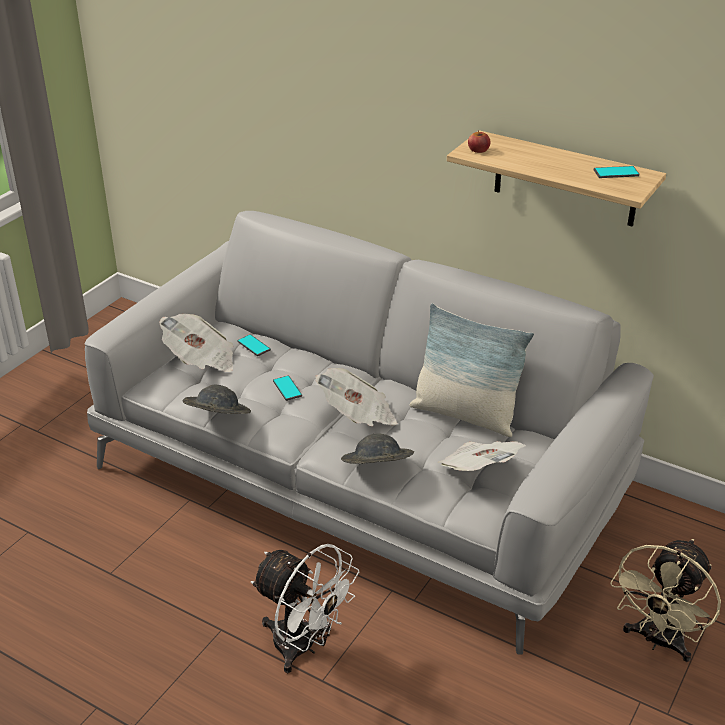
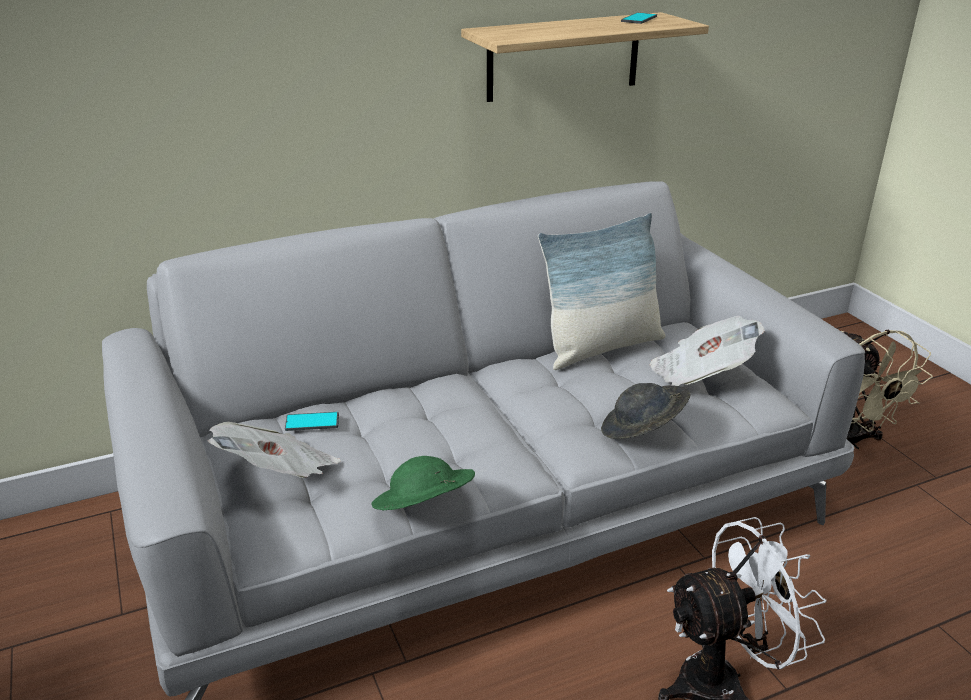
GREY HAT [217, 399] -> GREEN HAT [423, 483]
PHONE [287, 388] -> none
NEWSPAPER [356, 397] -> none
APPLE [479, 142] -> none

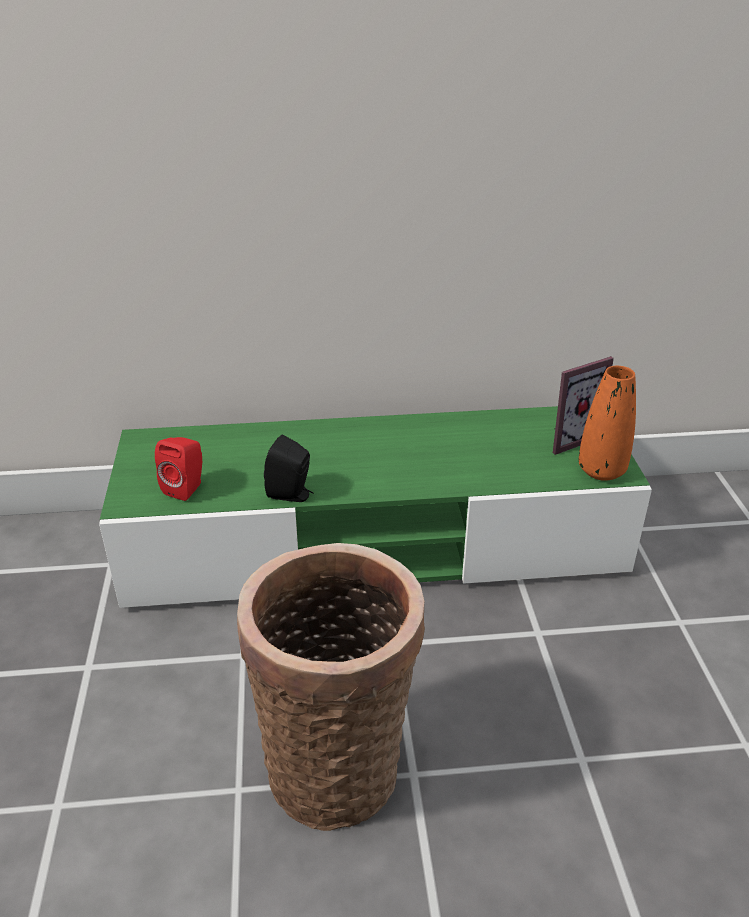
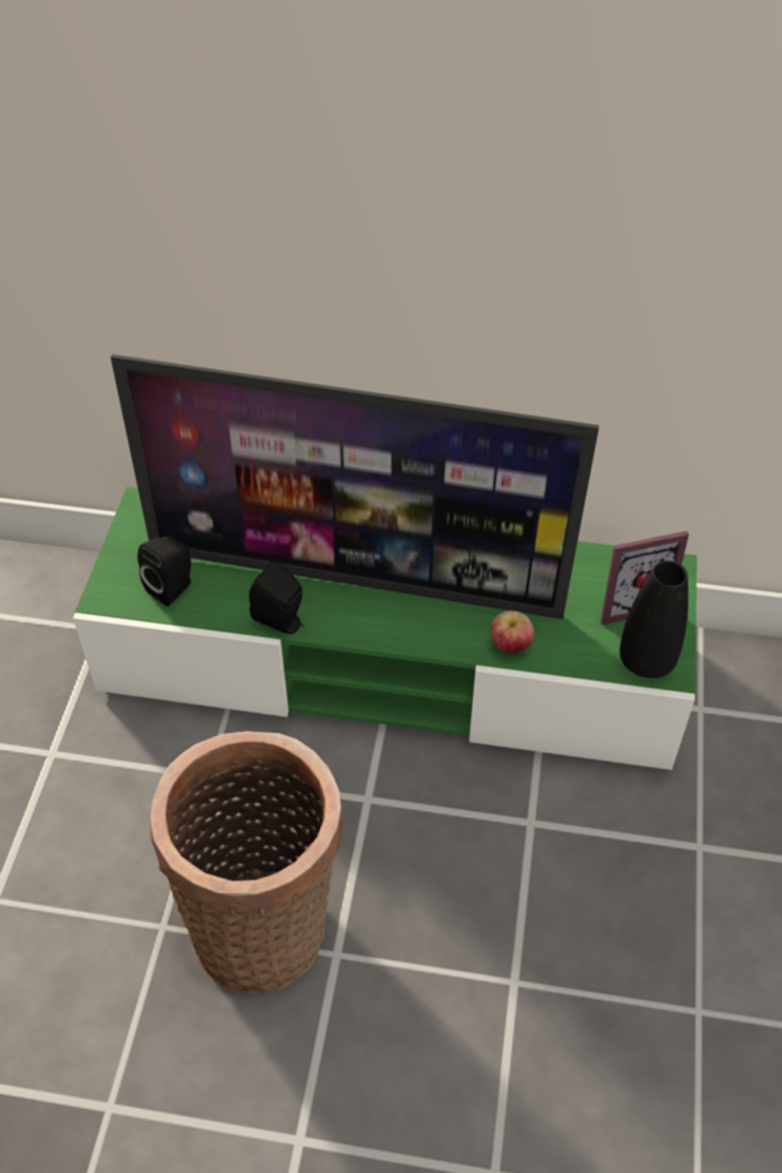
RED SPEAKER [178, 469] -> BLACK SPEAKER [164, 571]
ORANGE VASE [607, 423] -> BLACK VASE [653, 619]
none -> TELEVISION [355, 486]
none -> APPLE [512, 632]

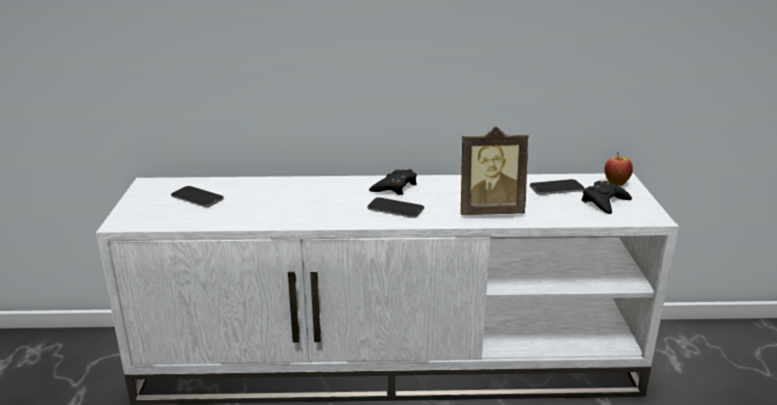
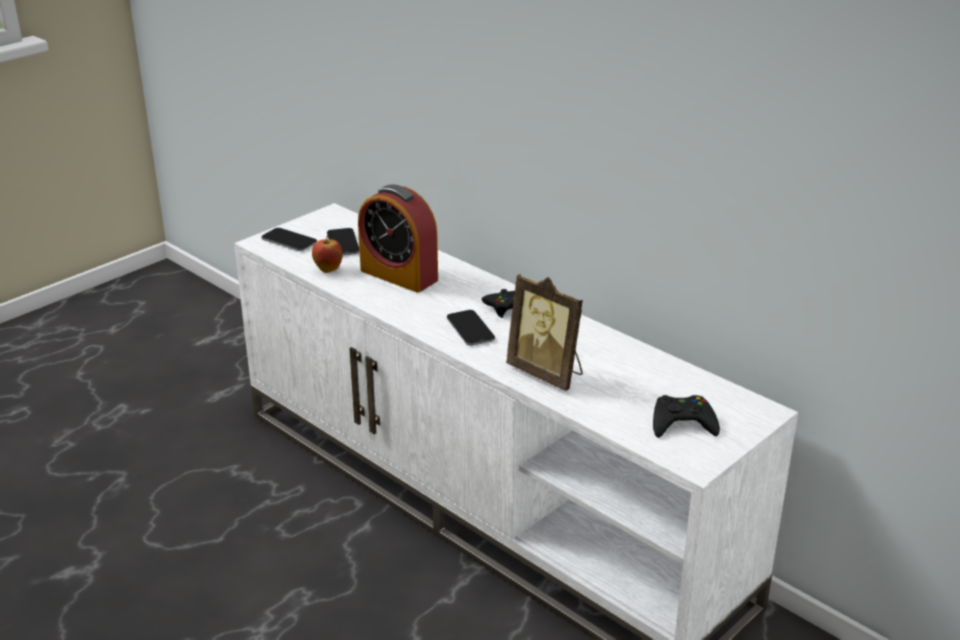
PHONE [557, 187] -> PHONE [289, 239], moved
APPLE [619, 169] -> APPLE [327, 253], moved
none -> ALARM CLOCK [398, 239]

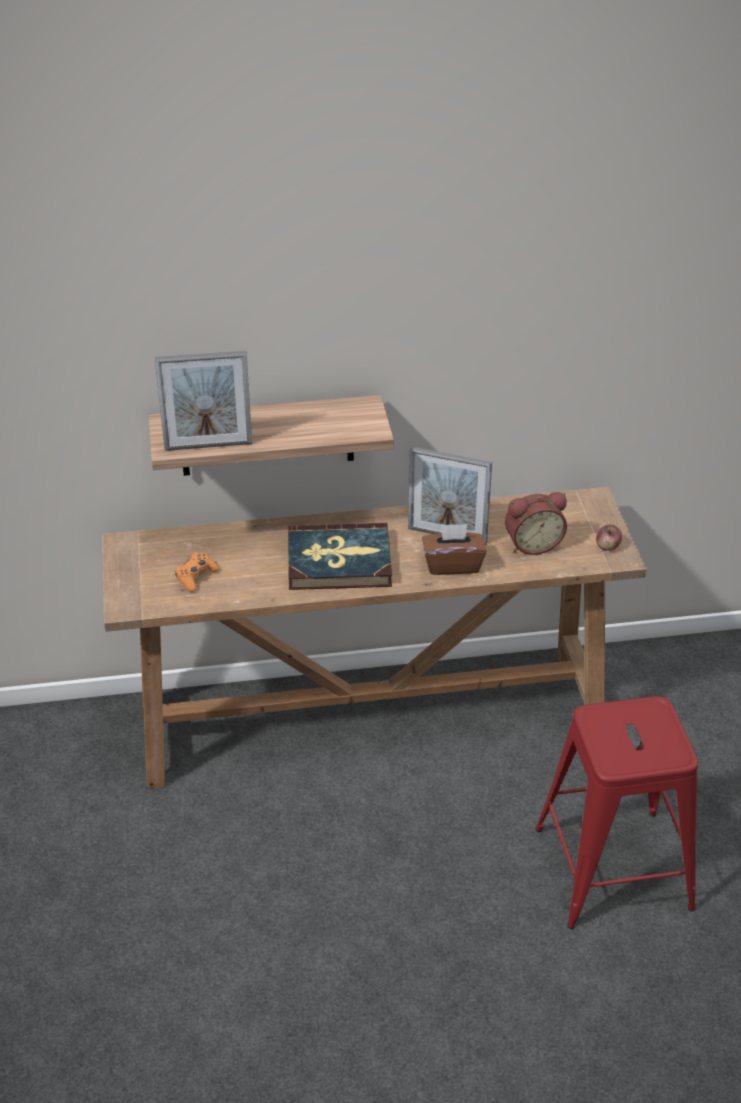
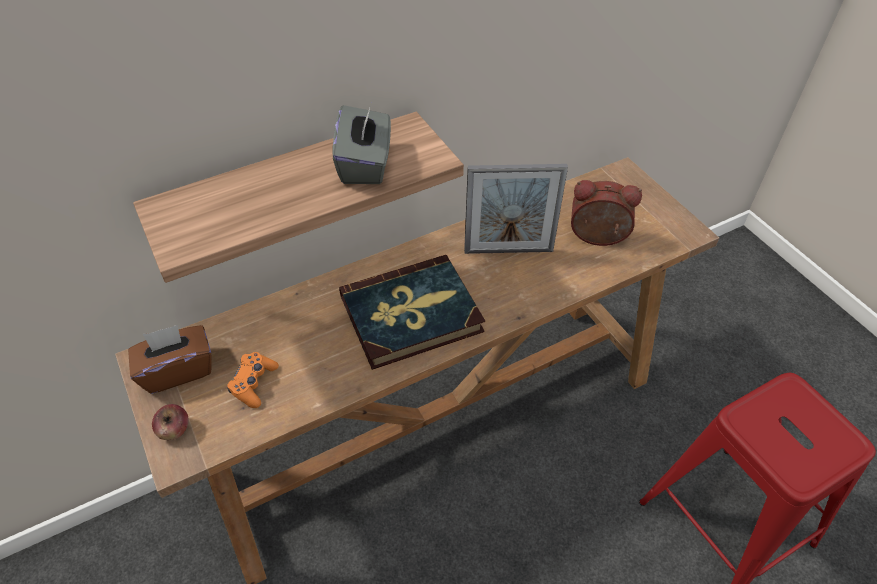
PICTURE FRAME [203, 401] -> none
BROWN TISSUE BOX [454, 549] -> BROWN TISSUE BOX [170, 359], moved
ALARM CLOCK [536, 523] -> ALARM CLOCK [606, 213], 135 degrees counterclockwise
APPLE [609, 538] -> APPLE [170, 422], moved
none -> GREY TISSUE BOX [362, 144]

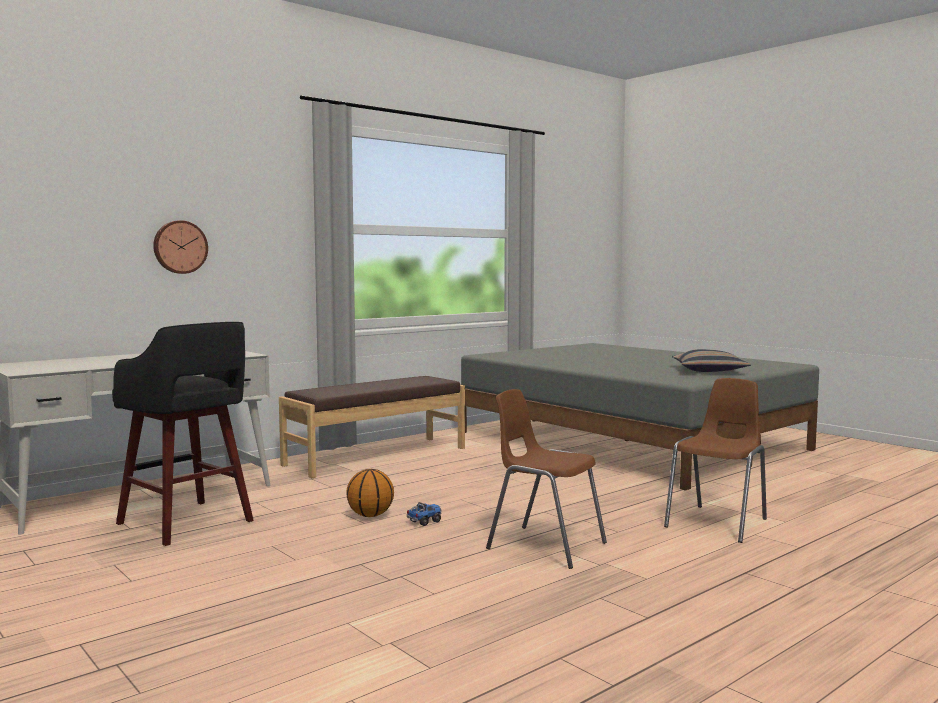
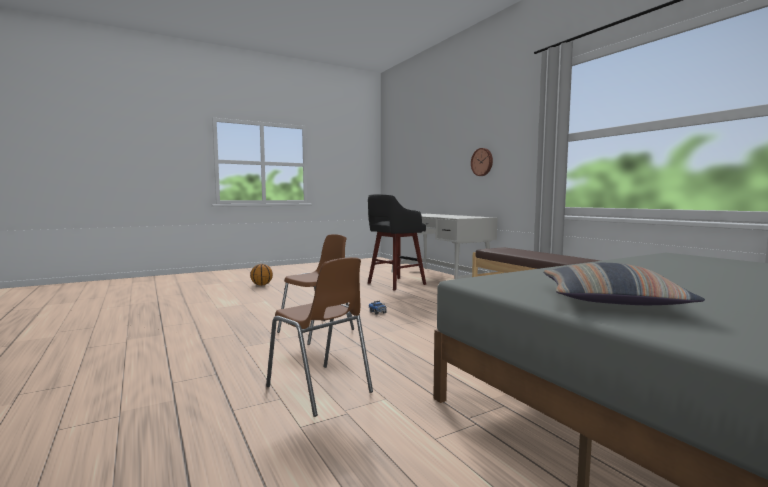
BASKETBALL [370, 493] -> BASKETBALL [261, 275], moved

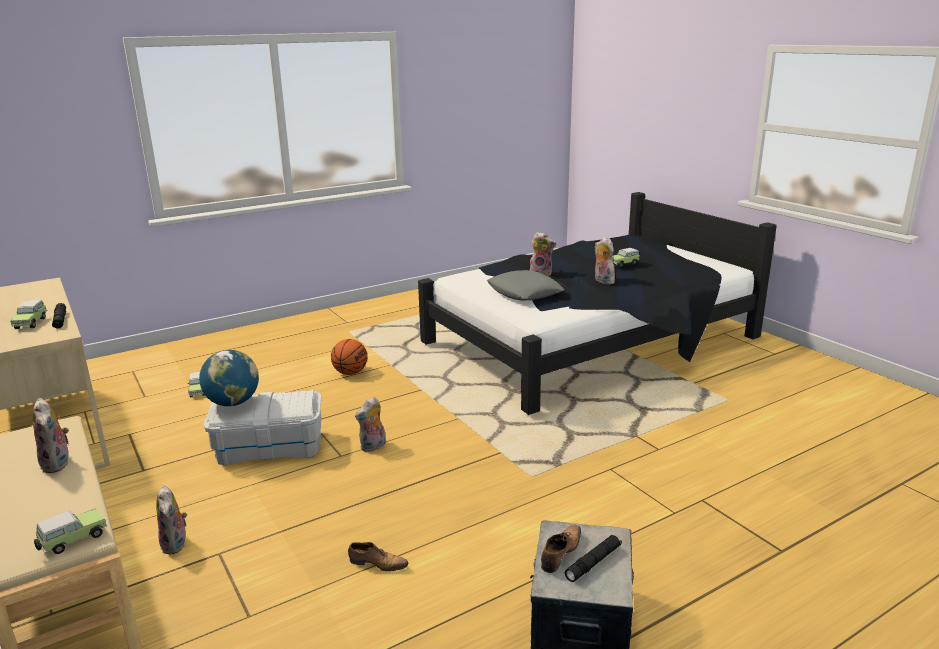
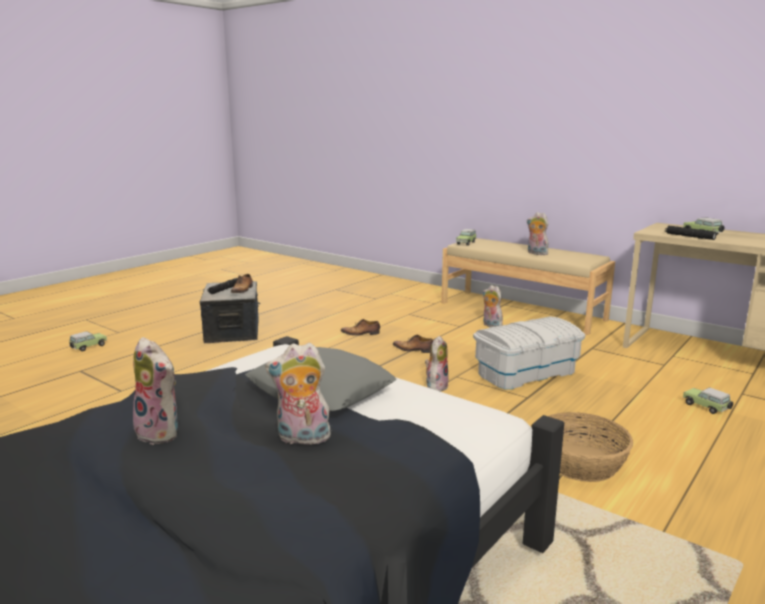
GLOBE [229, 378] -> none
BASKETBALL [349, 357] -> BASKET [590, 447]
TOY CAR [626, 257] -> TOY CAR [88, 341], moved
none -> SHOE [413, 343]

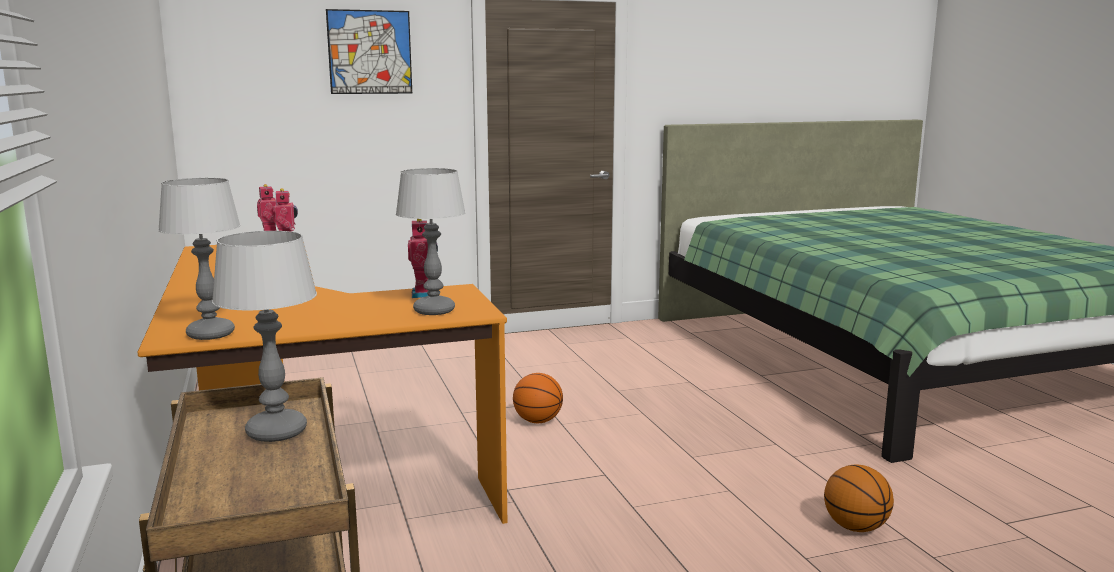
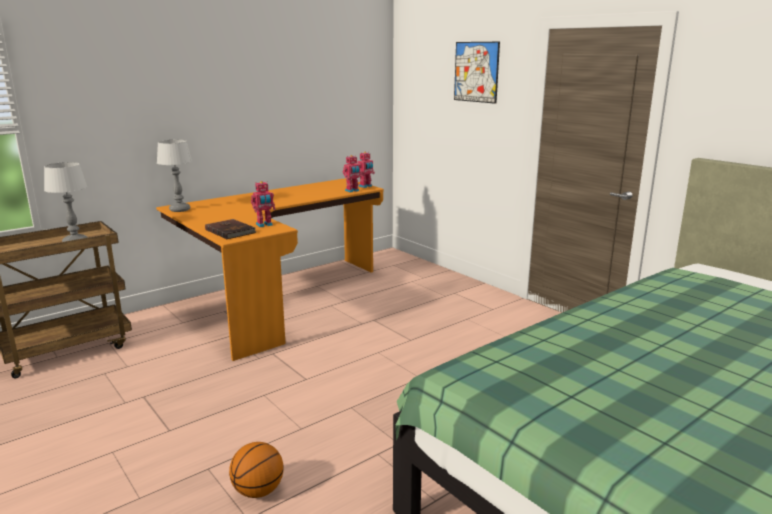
TABLE LAMP [431, 241] -> BROWN BOOK [230, 229]
BASKETBALL [538, 398] -> none

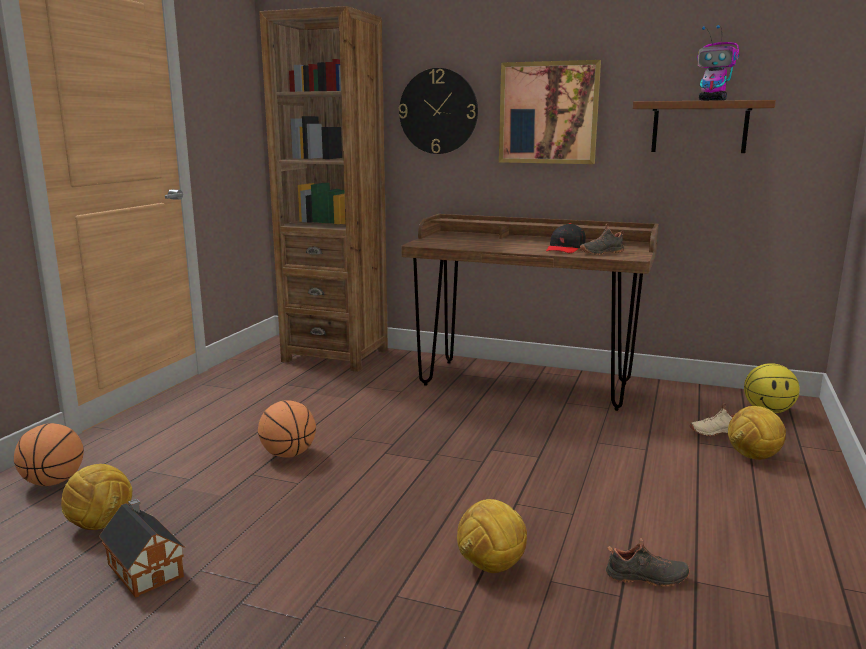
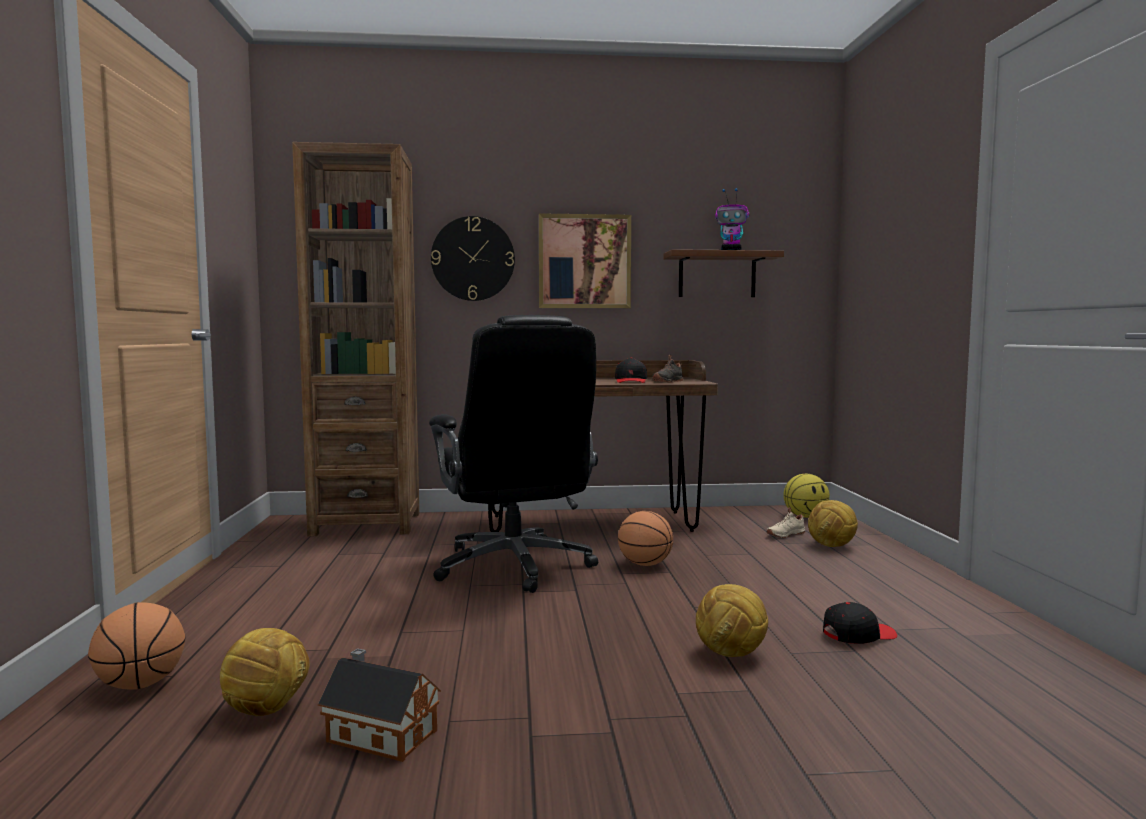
BASKETBALL [287, 428] -> BASKETBALL [645, 538], moved
BLACK SHOE [648, 562] -> BLACK CAP [860, 623]
none -> BLACK OFFICE CHAIR [513, 454]

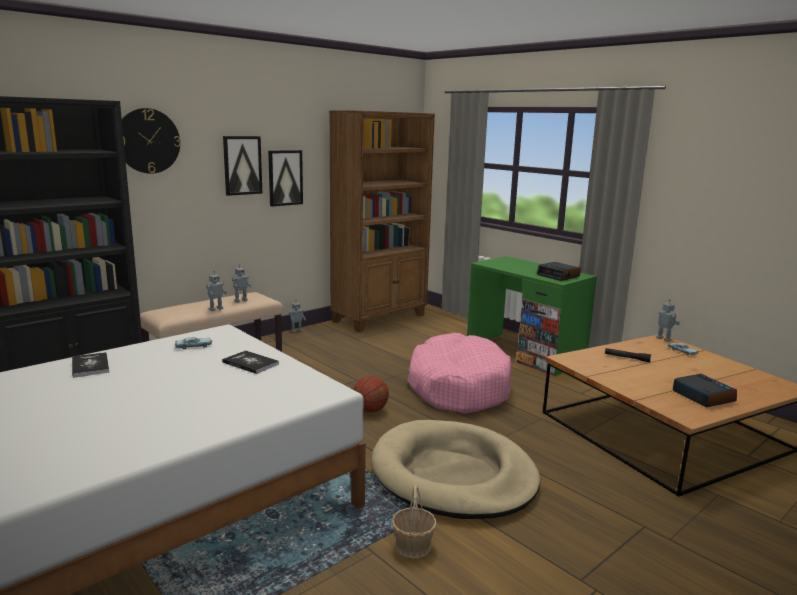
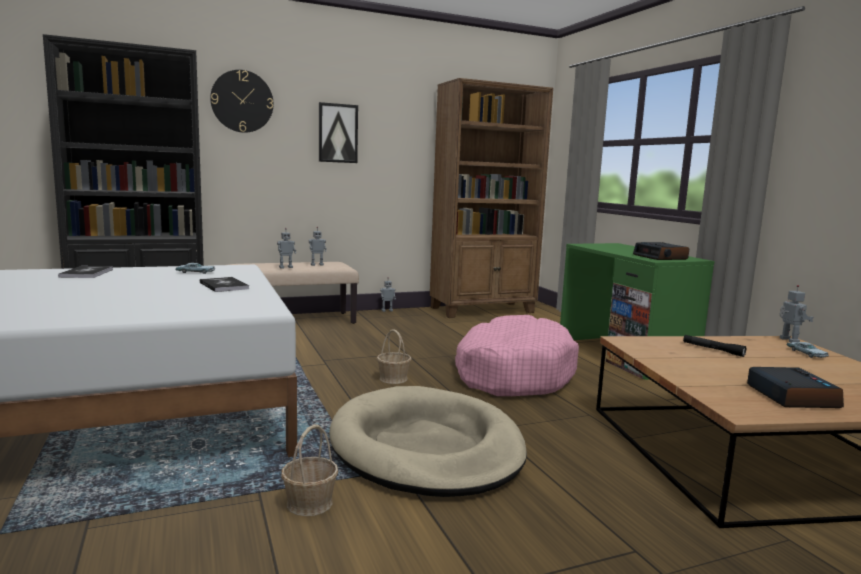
PICTURE [285, 178] -> none
BASKETBALL [371, 394] -> BASKET [394, 356]

